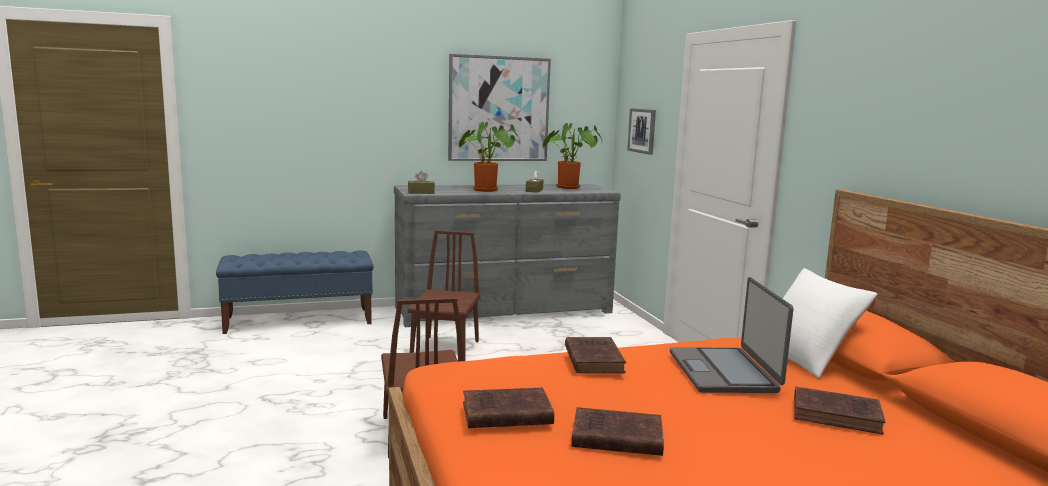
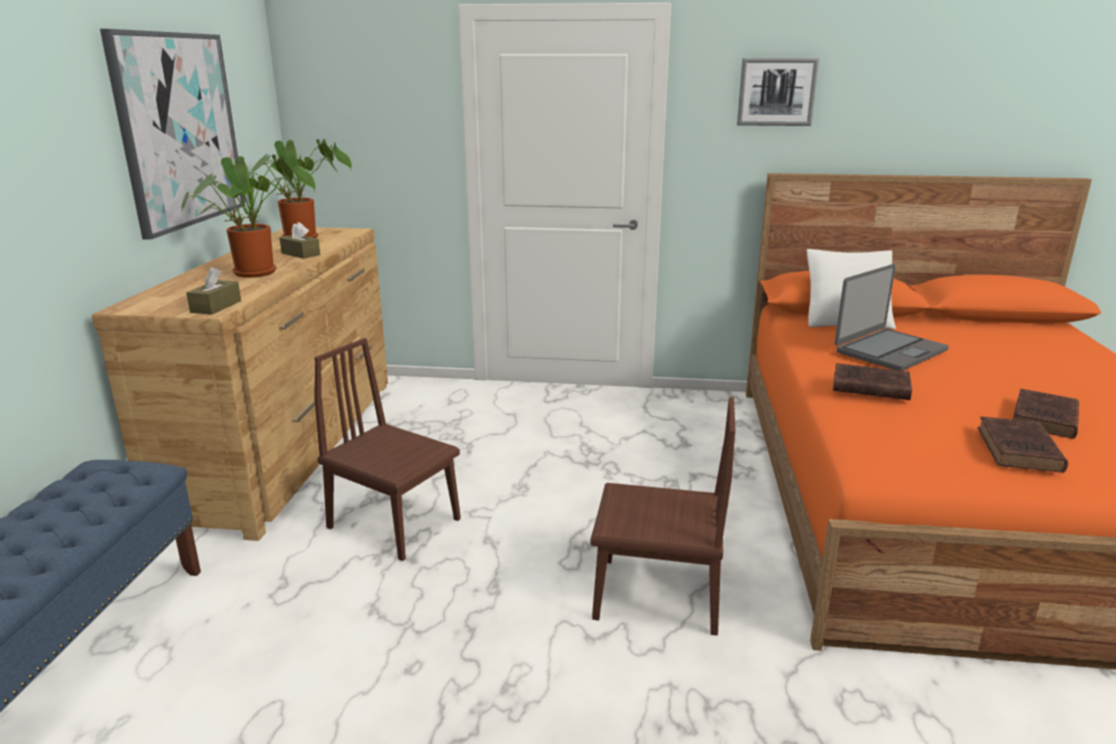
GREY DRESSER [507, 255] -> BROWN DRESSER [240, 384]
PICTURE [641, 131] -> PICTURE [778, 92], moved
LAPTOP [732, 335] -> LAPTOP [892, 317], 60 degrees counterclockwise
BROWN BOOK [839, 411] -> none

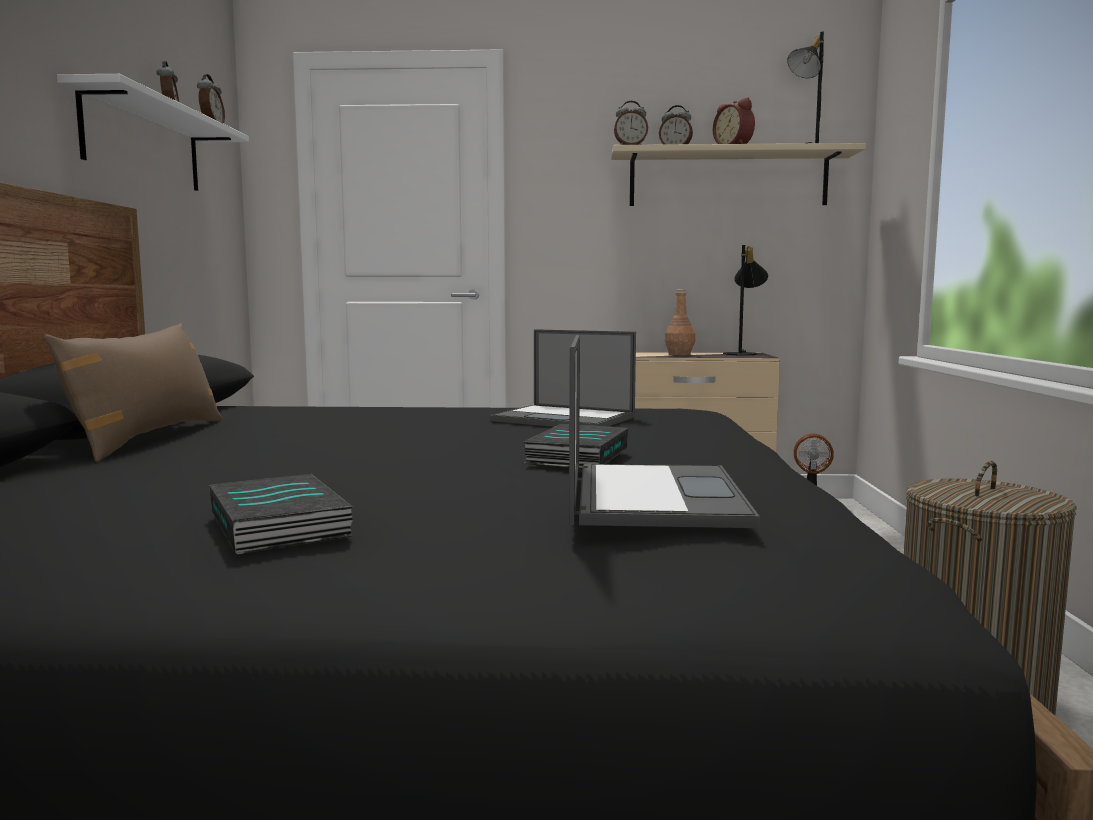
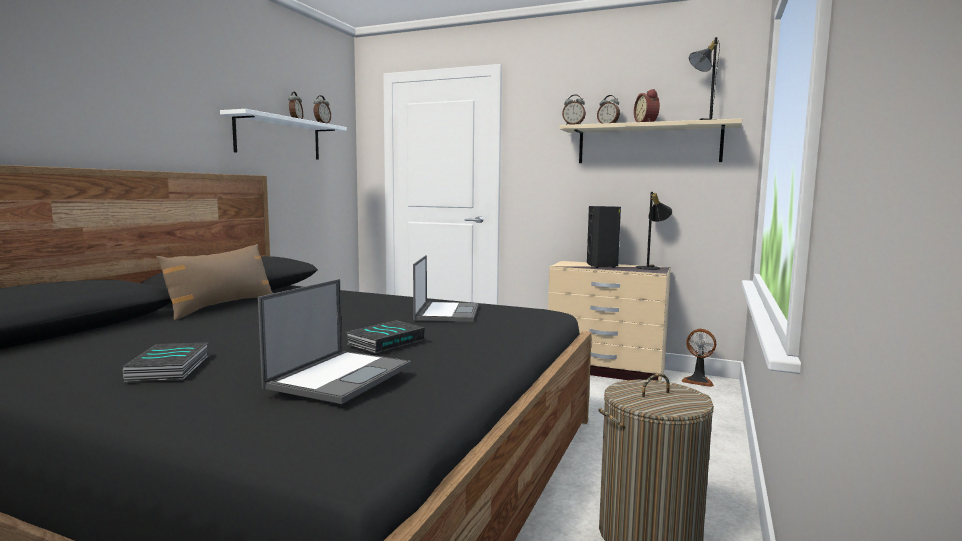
LAPTOP [563, 378] -> LAPTOP [445, 288], 135 degrees counterclockwise
BROWN BOTTLE [680, 322] -> BLACK SPEAKER [604, 237]

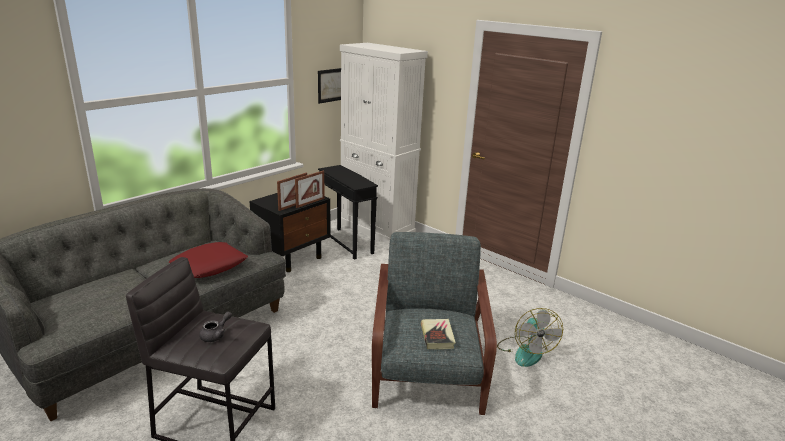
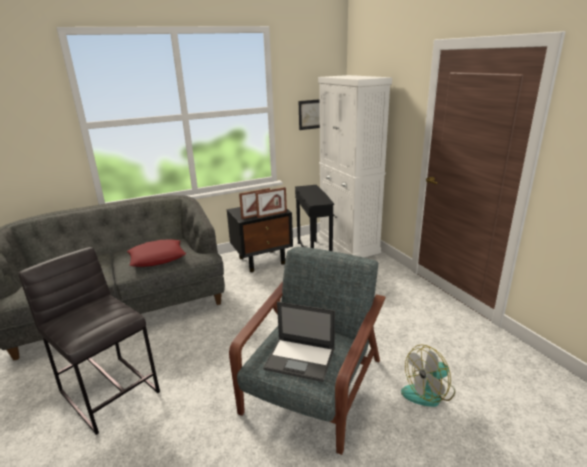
GREY TEAPOT [215, 327] -> none
BOOK [438, 334] -> LAPTOP [299, 342]
FAN [530, 337] -> FAN [428, 375], 45 degrees clockwise

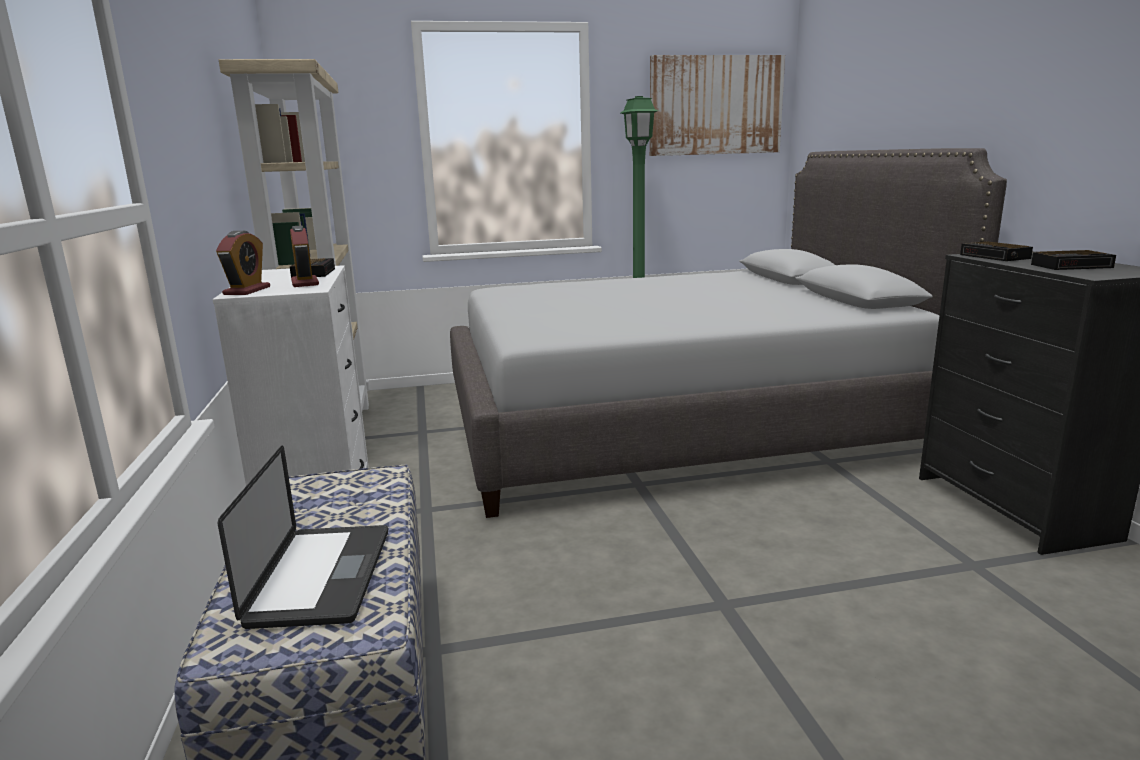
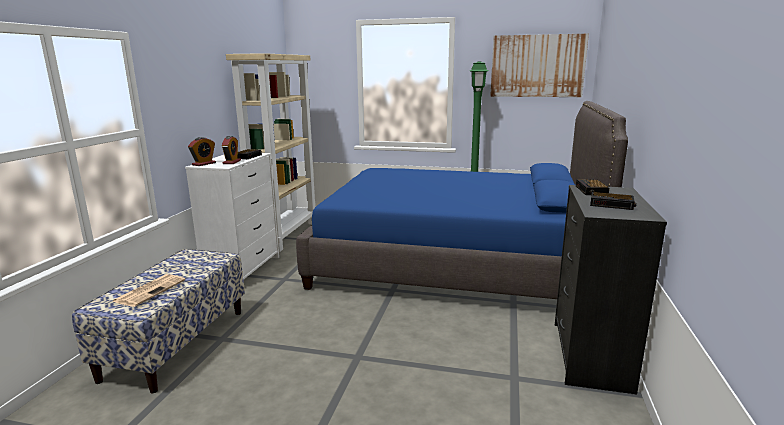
LAPTOP [303, 537] -> NEWSPAPER [148, 290]
GREY BED [728, 333] -> BLUE BED [462, 200]

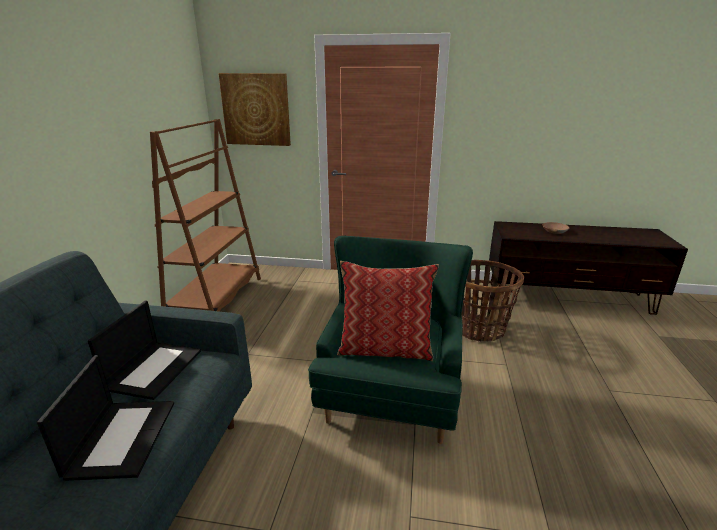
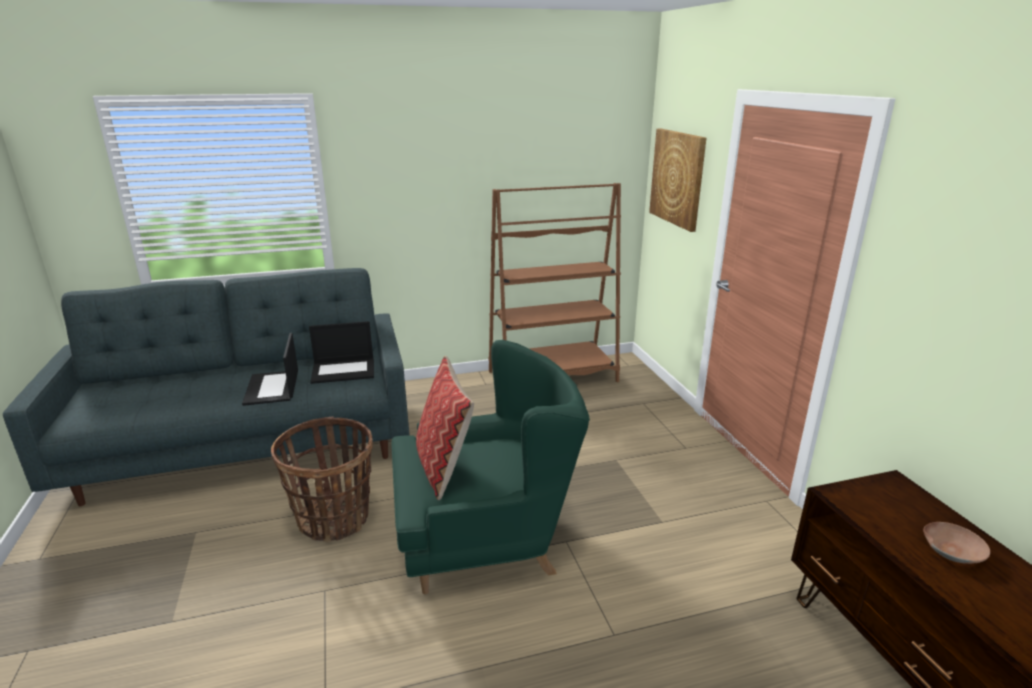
LAPTOP [105, 418] -> LAPTOP [270, 369], 105 degrees clockwise
BASKET [493, 301] -> BASKET [322, 479], moved

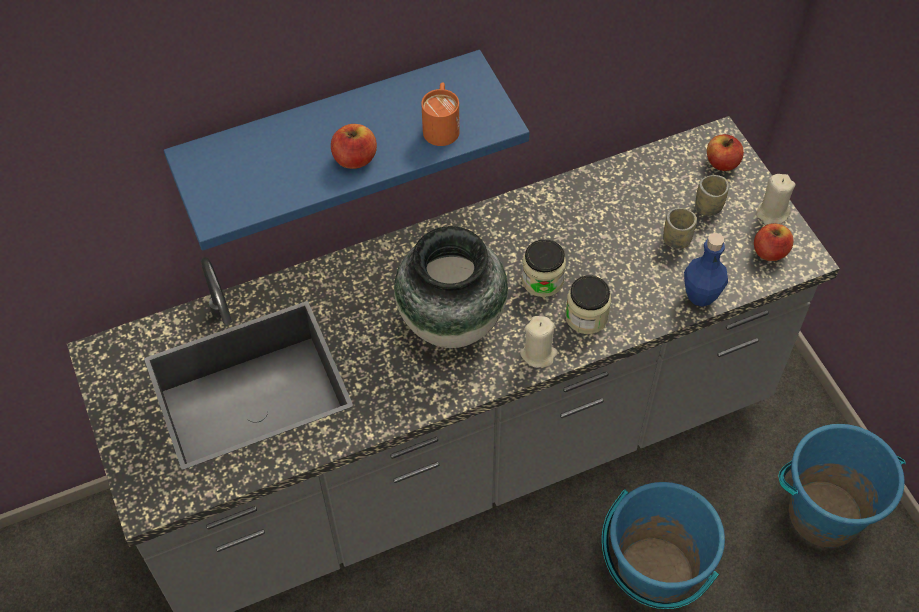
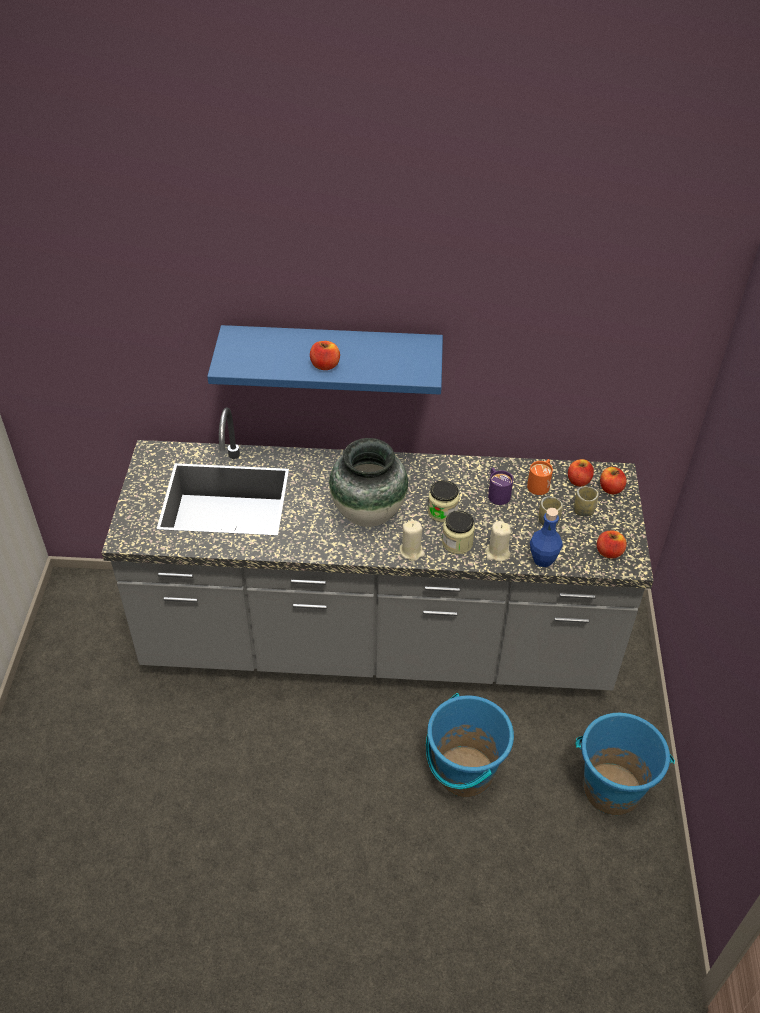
ORANGE MUG [440, 114] -> ORANGE MUG [540, 477], moved
BEIGE CANDLE [775, 199] -> BEIGE CANDLE [498, 541], moved
none -> PURPLE MUG [500, 486]
none -> APPLE [581, 473]

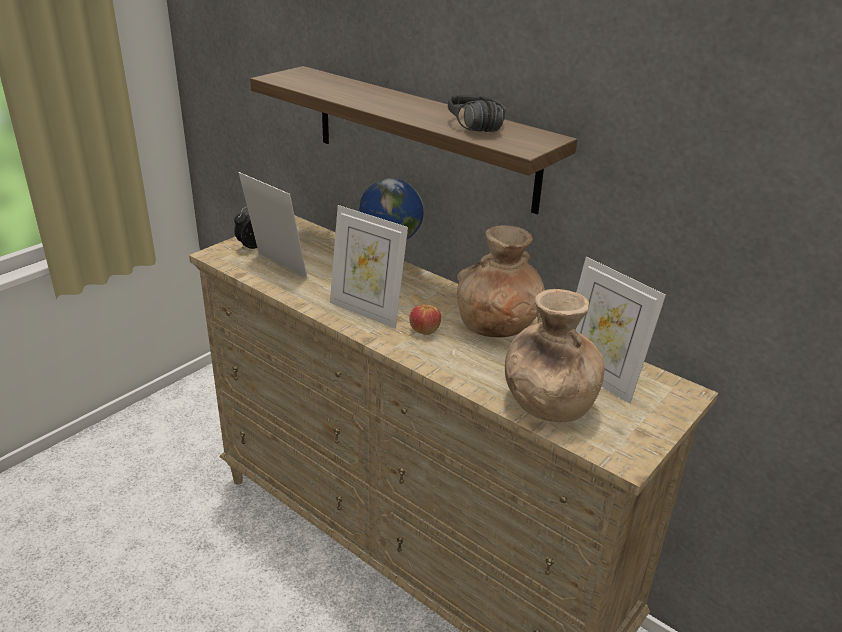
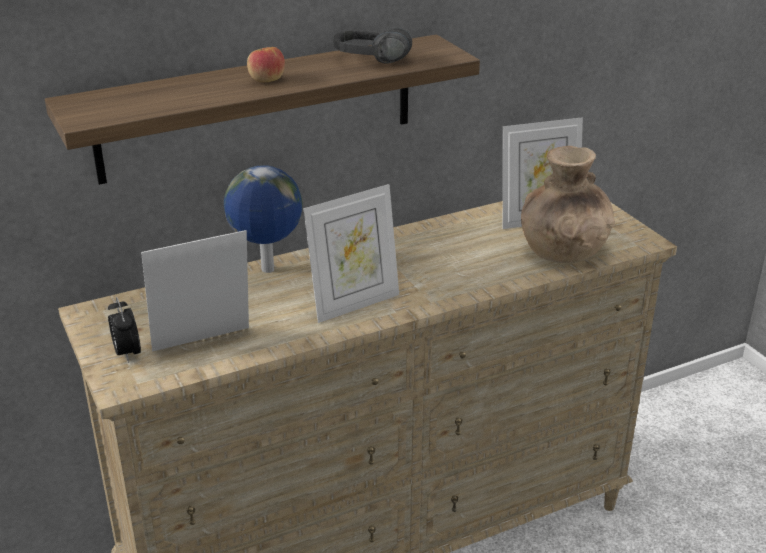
APPLE [425, 320] -> APPLE [266, 64], moved
BROWN VASE [501, 281] -> none

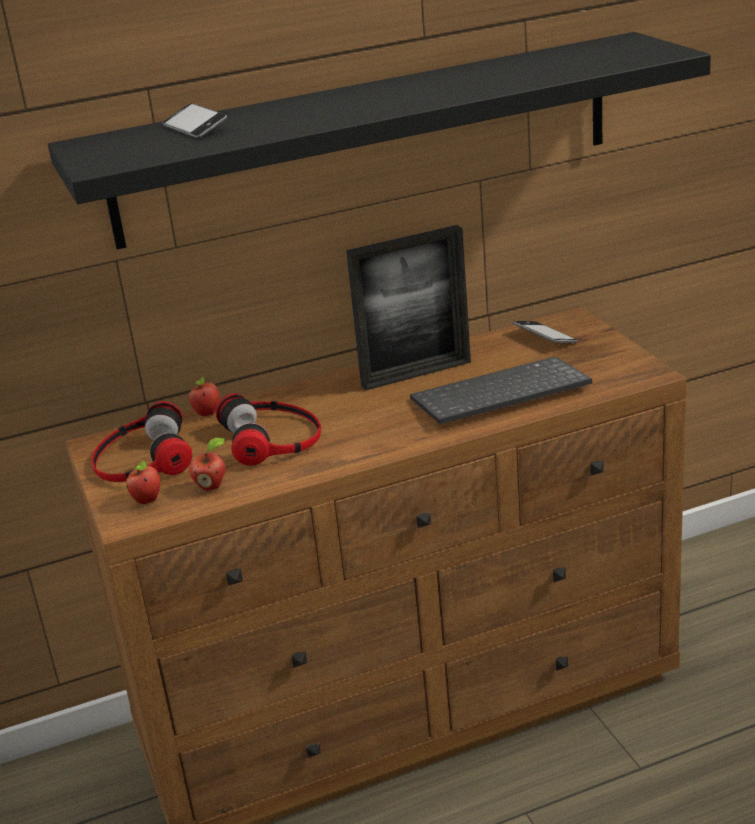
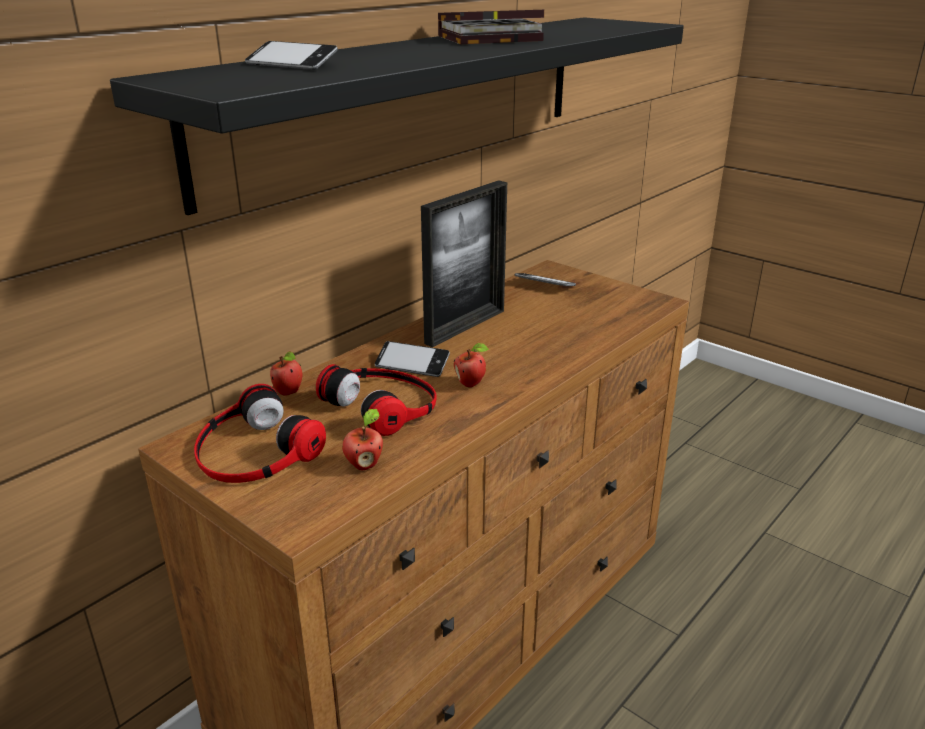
APPLE [143, 482] -> APPLE [471, 365], moved
KEYBOARD [501, 390] -> none
none -> PHONE [412, 359]
none -> BOOK [491, 27]

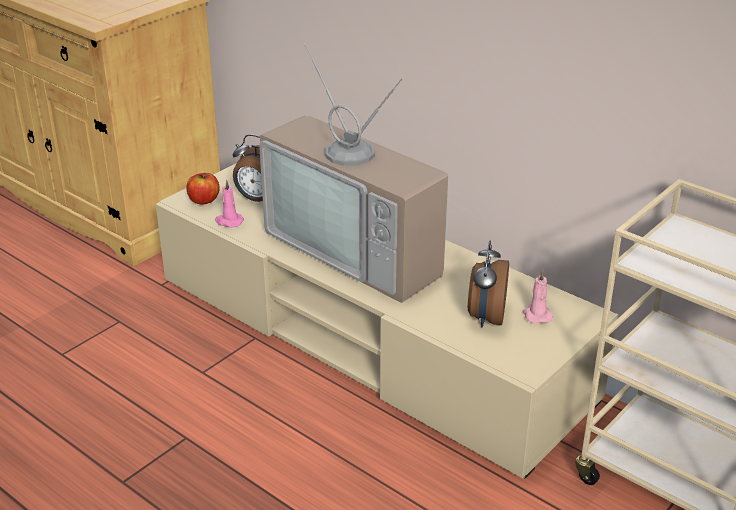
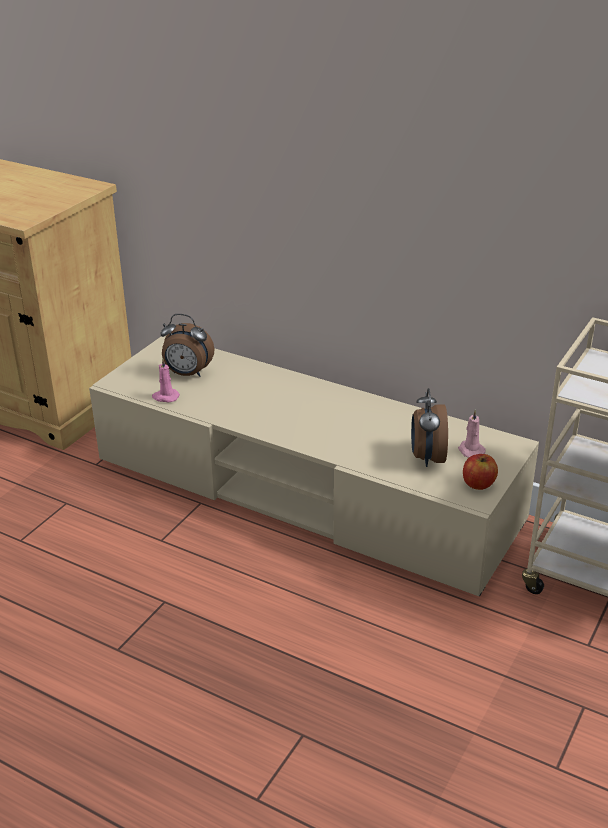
APPLE [203, 189] -> APPLE [480, 472], moved
TELEVISION [353, 173] -> none

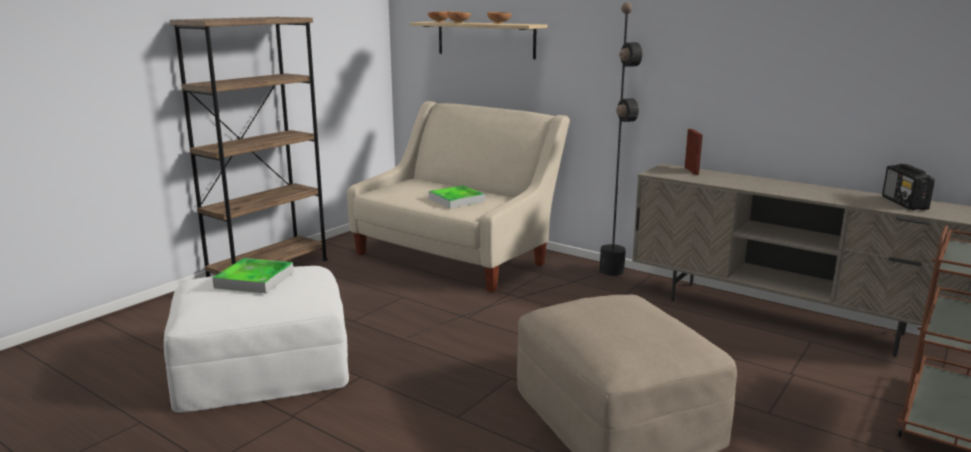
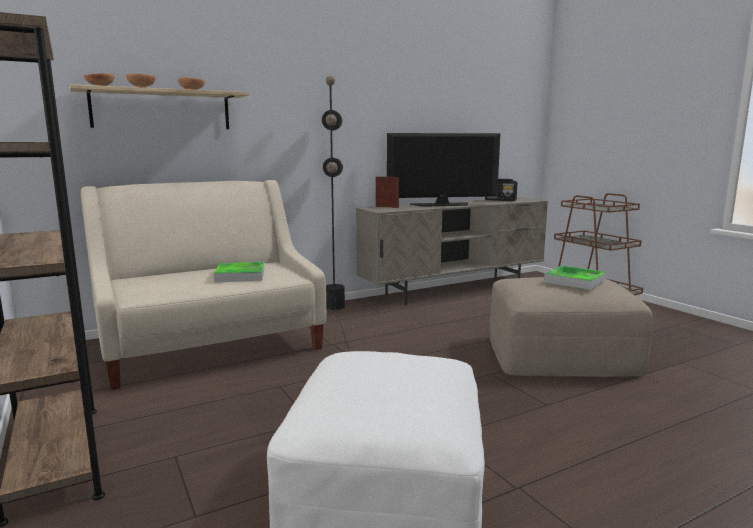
TRAY [253, 275] -> TRAY [575, 278], moved
none -> TELEVISION [443, 170]

